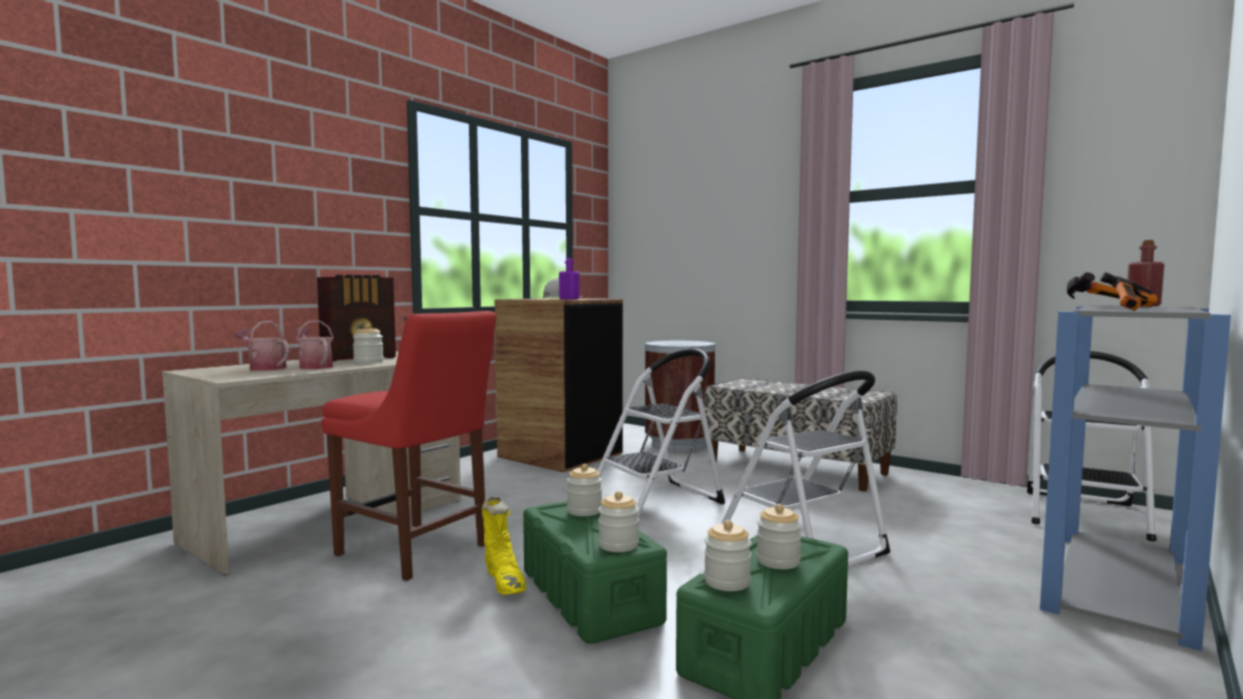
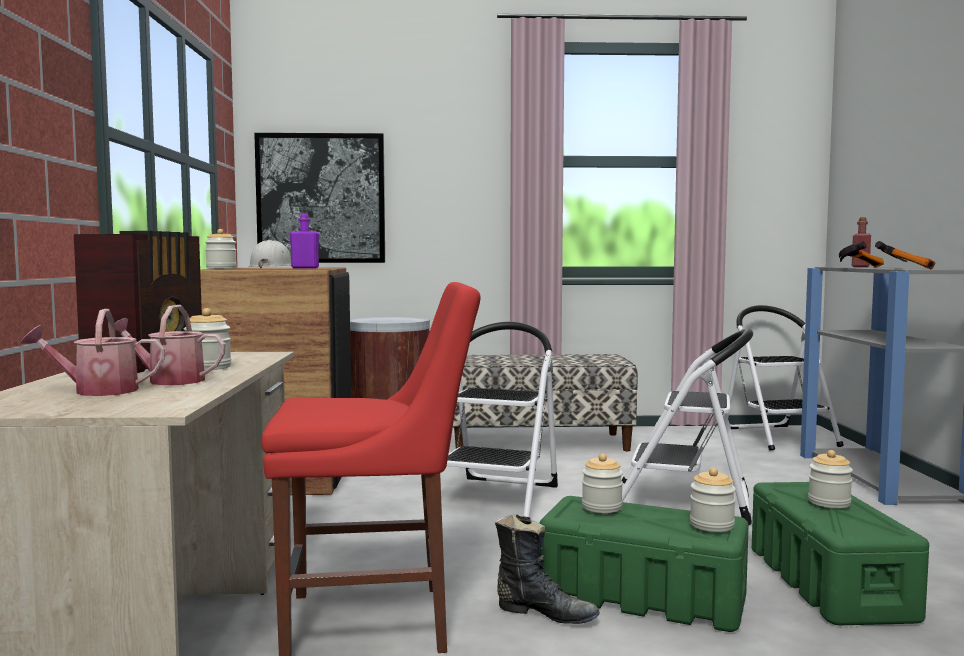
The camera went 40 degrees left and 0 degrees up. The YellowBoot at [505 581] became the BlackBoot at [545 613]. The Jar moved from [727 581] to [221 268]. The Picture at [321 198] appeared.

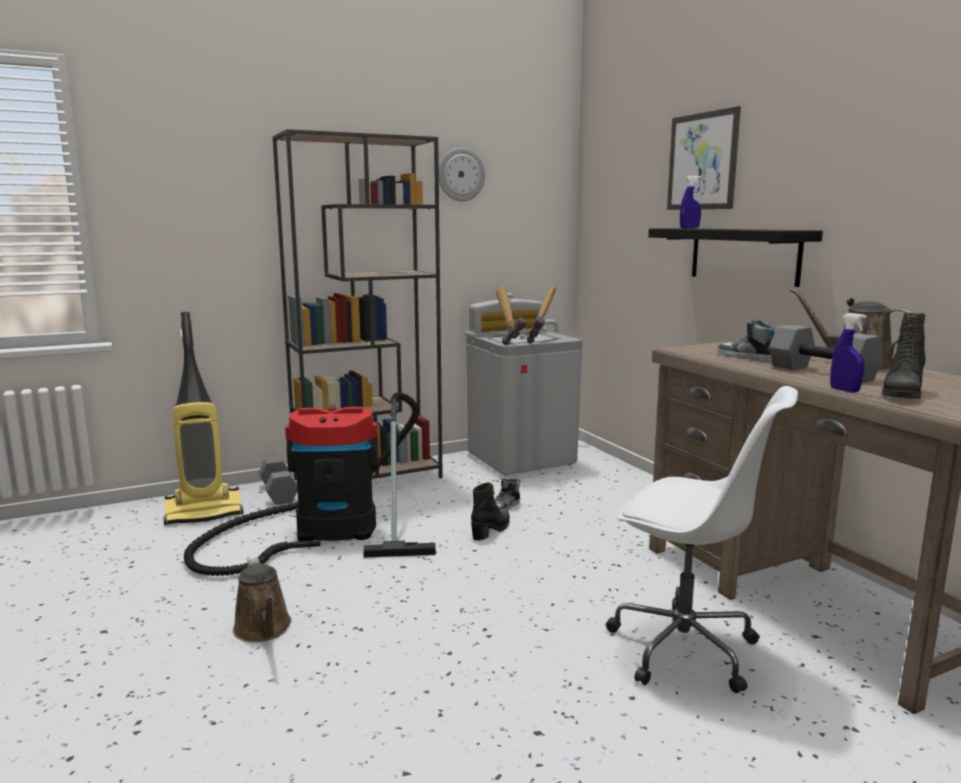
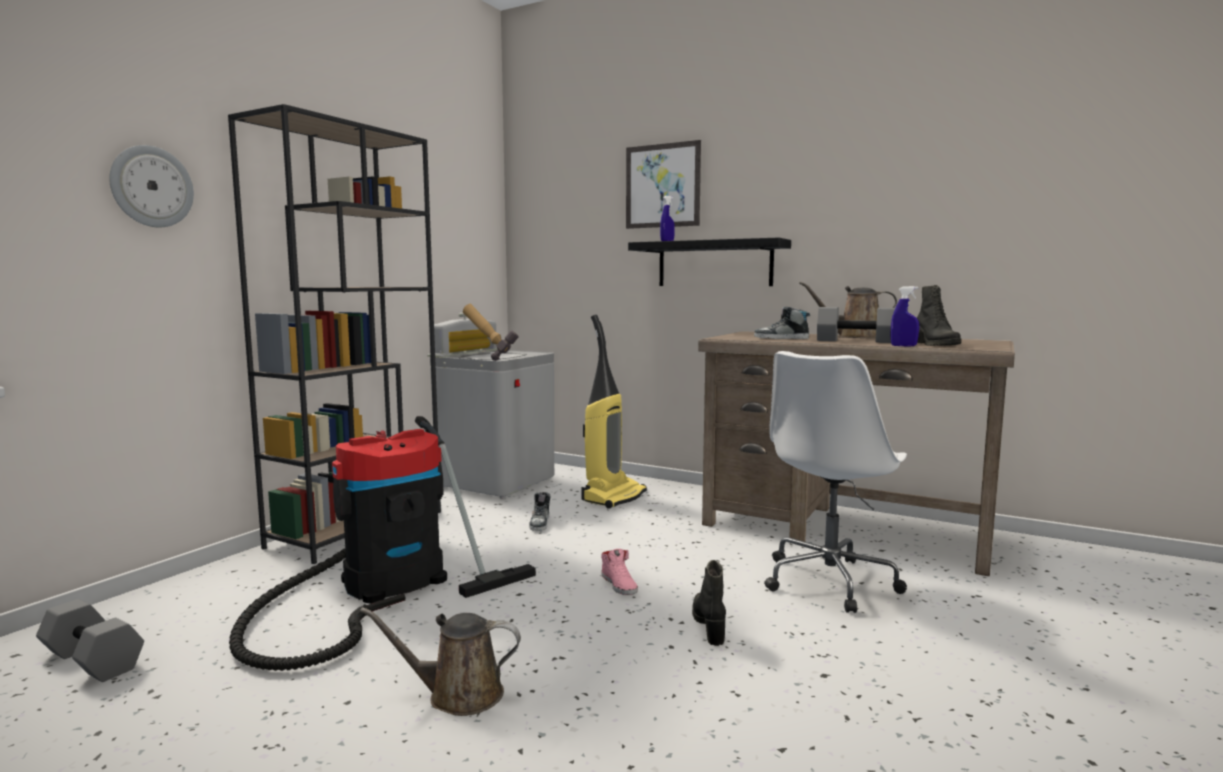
The camera went 35 degrees left and 5 degrees down. The VacuumCleaner moved from [204 512] to [613 496]. The BrownWateringCan at [263 629] turned 150 degrees clockwise. The GreyDumbbell moved from [277 493] to [89 661]. The WallClock moved from [461 174] to [151 187]. The BlackBoot moved from [491 530] to [710 625]. The Hammer at [544 340] disappeared. The WhiteOfficeChair at [687 650] turned 135 degrees clockwise. The PinkShoe at [619 584] appeared.

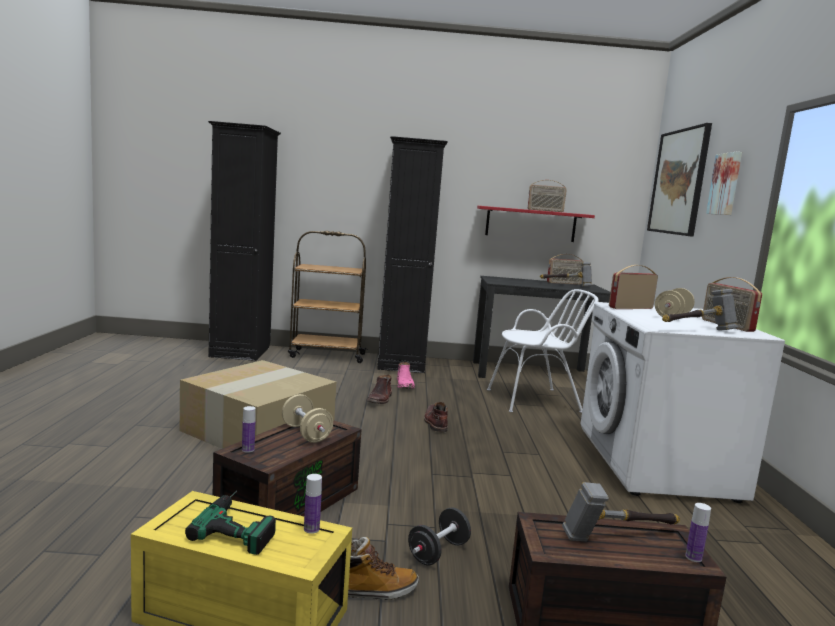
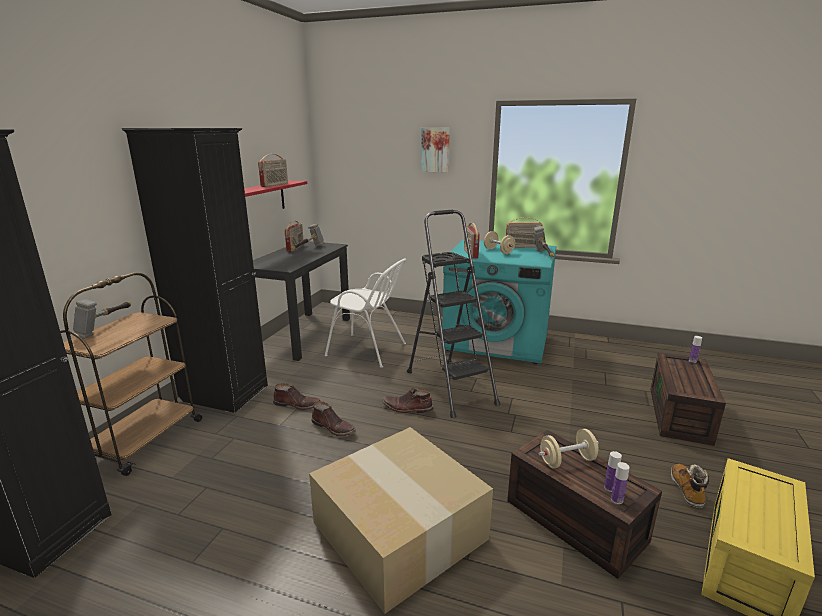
The camera went 70 degrees left and 10 degrees up. The PowerDrill at [241 524] disappeared. The Bottle moved from [311 529] to [609 488]. The PinkBoot at [405 385] became the BrownBoot at [297 404]. The BlackDumbbell at [438 552] disappeared. The WhiteChair at [537 400] turned 105 degrees clockwise. The Hammer moved from [618 537] to [106 326]. The WhiteWashingMachine at [653 466] became the TurquoiseWashingMachine at [496 345]. The Picture at [678 182] disappeared. The StepLadder at [449 386] appeared.

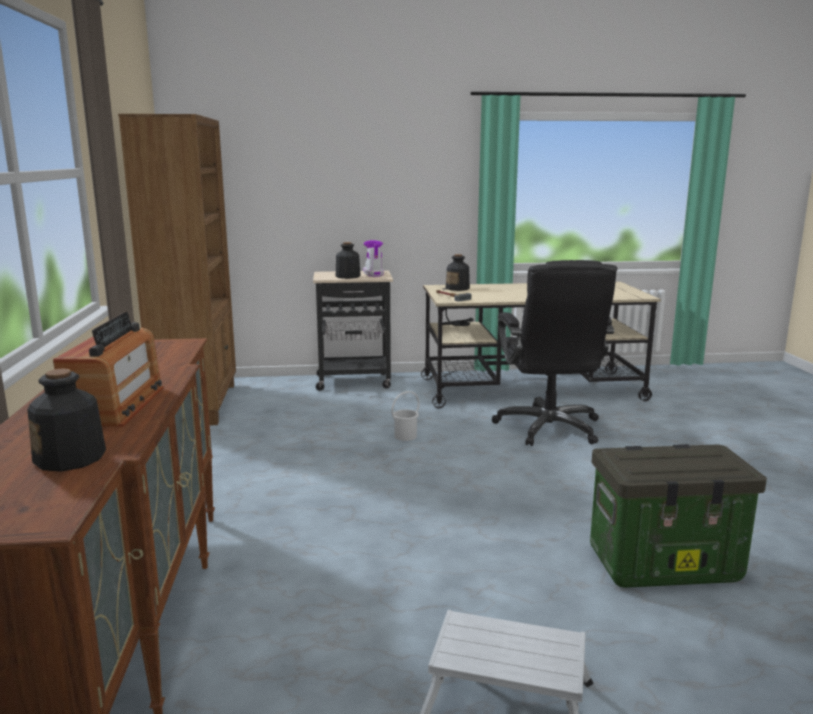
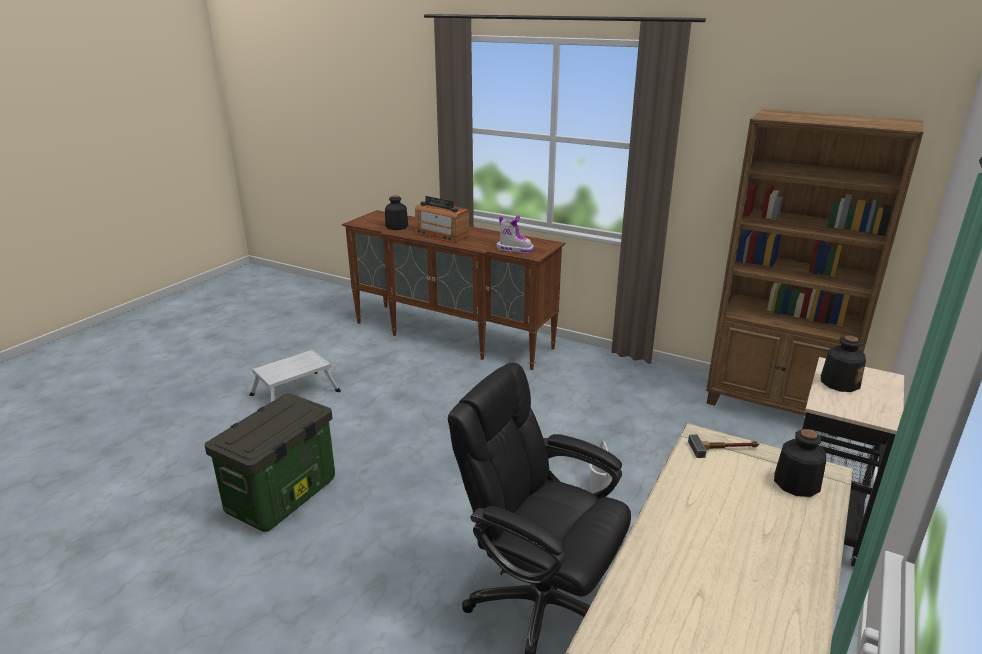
The camera went 125 degrees right and 10 degrees up. The Boot moved from [373 274] to [515 249].

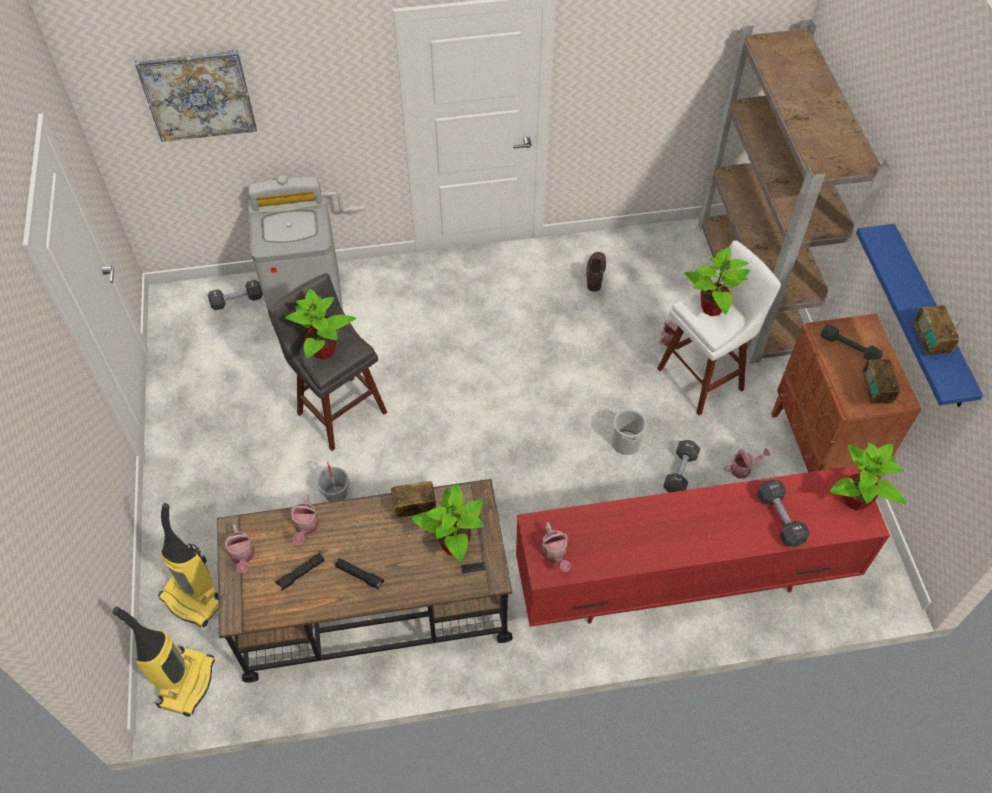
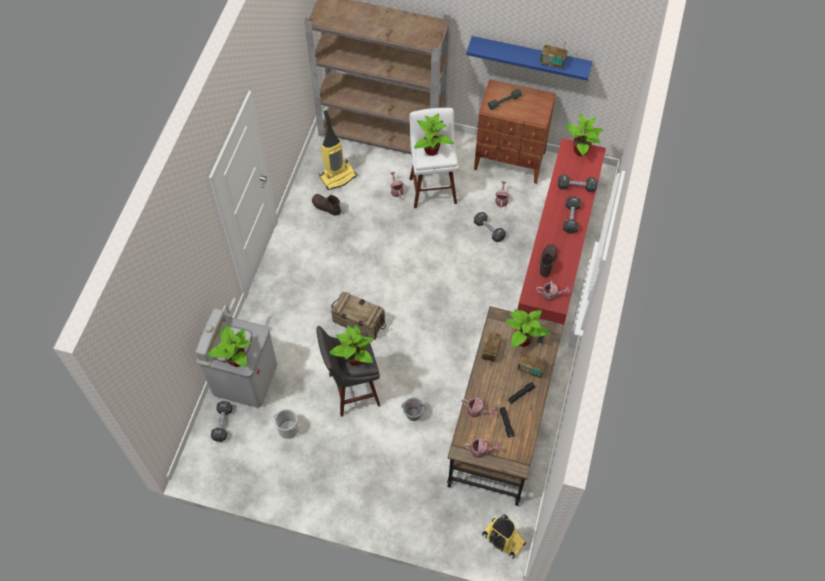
The camera went 65 degrees left and 5 degrees up. The Picture at [198 95] disappeared. The VacuumCleaner moved from [194 599] to [338 176]. The Bucket moved from [626 442] to [288 429]. The Radio moved from [875 391] to [531 369]. The PottedPlant at [236 359] appeared. The Crate at [358 322] appeared. The BrownBoot at [547 262] appeared. The BlackDumbbell at [571 218] appeared.

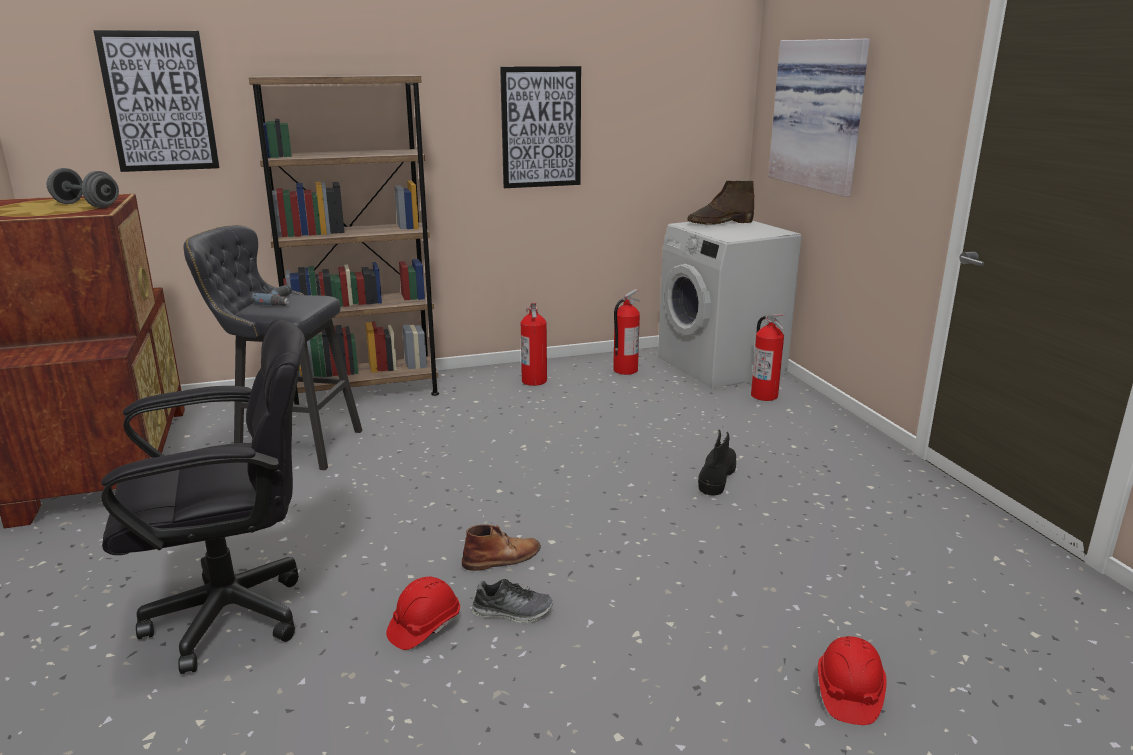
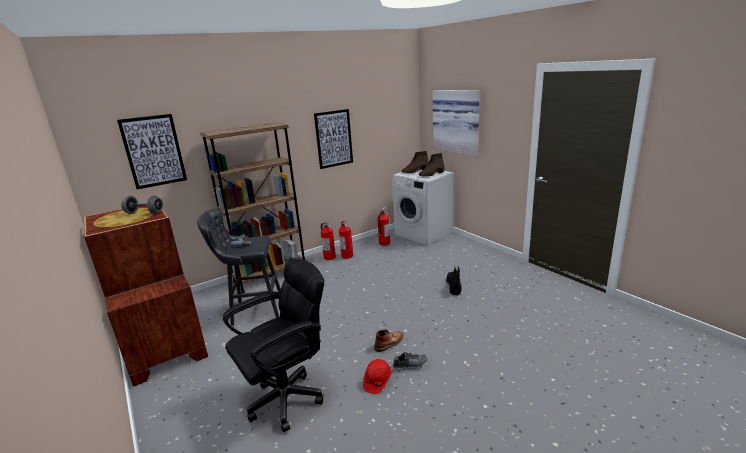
The camera went 15 degrees left and 0 degrees up. The FireExtinguisher moved from [764 395] to [329 257]. The RedHardHat at [848 693] disappeared. The BrownBoot at [431 174] appeared.

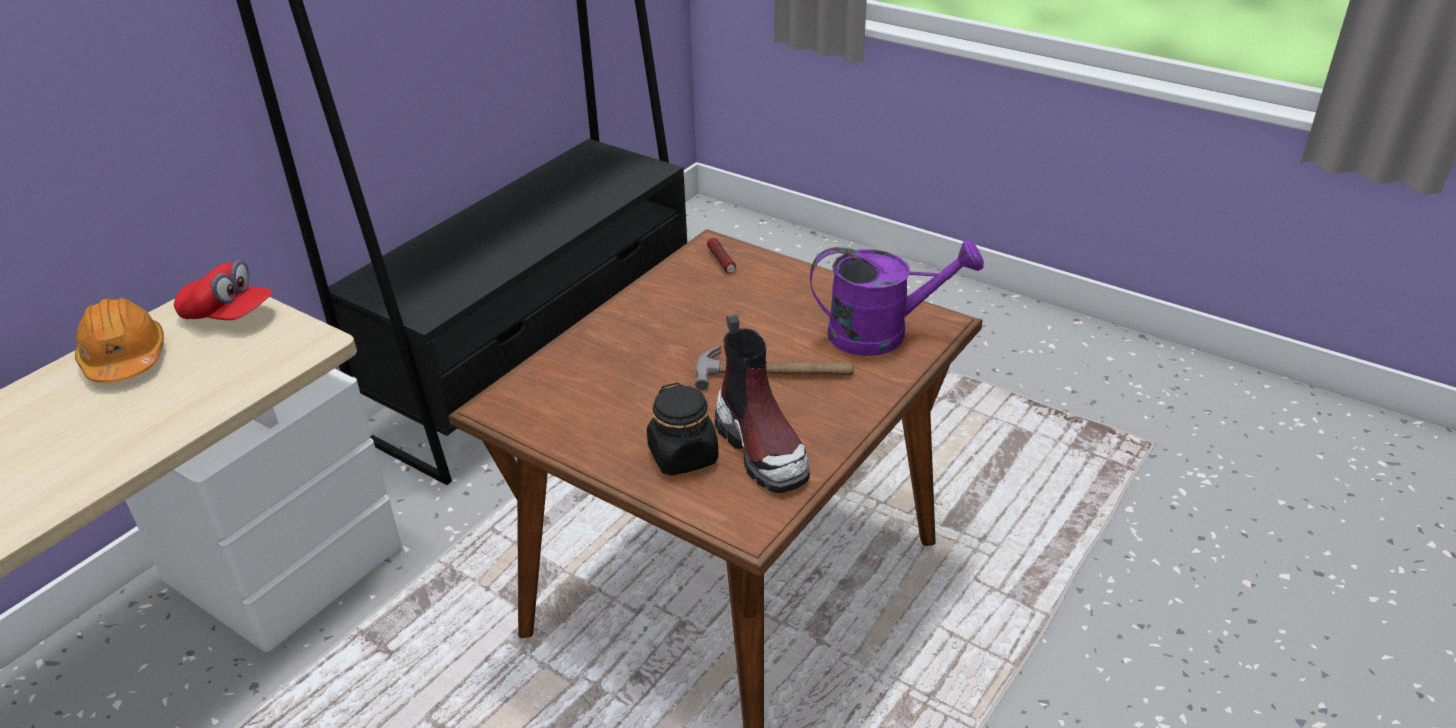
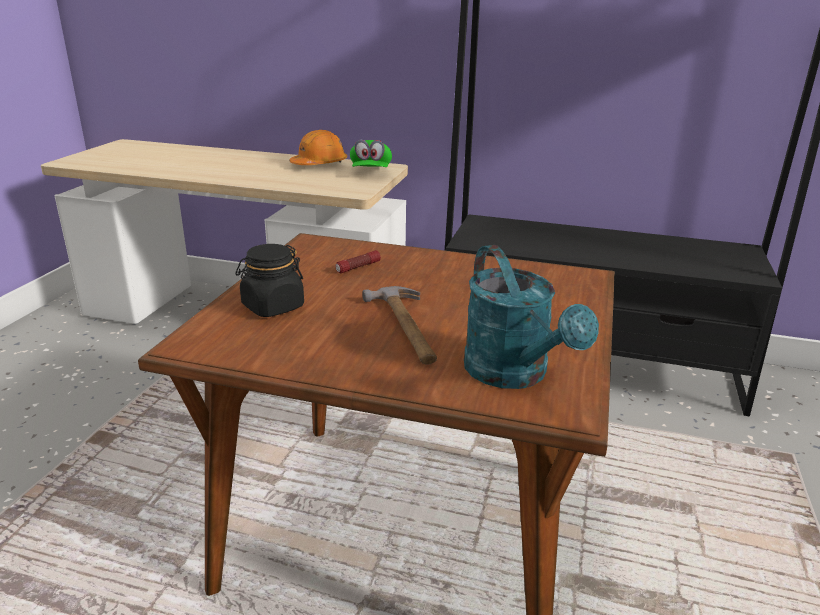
The camera went 70 degrees right and 10 degrees down. The RedCap at [229 315] became the GreenCap at [370 172]. The Flashlight moved from [721 261] to [358 267]. The Boot at [762 449] disappeared. The PurpleWateringCan at [882 333] became the TurquoiseWateringCan at [514 375].

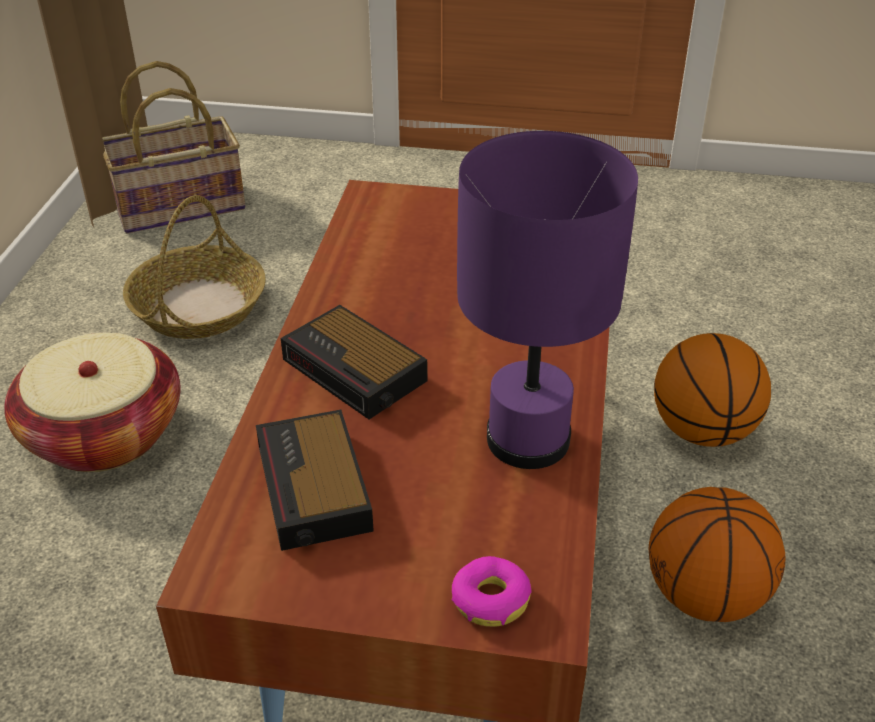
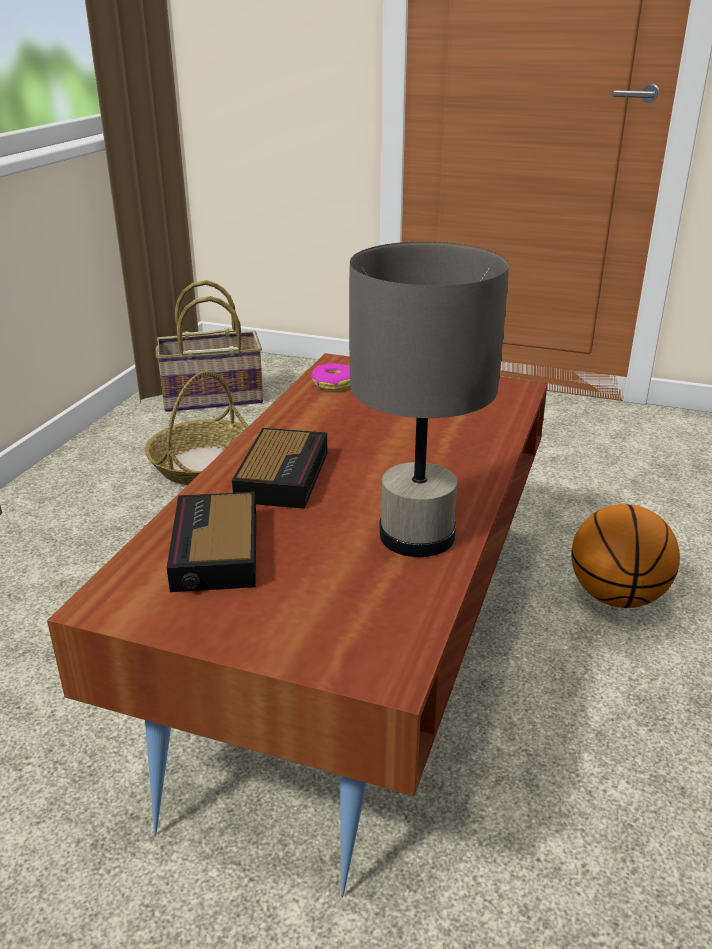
The camera went 10 degrees right and 10 degrees down. The Basket at [104 434] disappeared. The AlarmClock at [356 371] turned 135 degrees counterclockwise. The Donut moved from [490 599] to [333 383]. The PurpleTableLamp at [526 440] became the GreyTableLamp at [415 535]. The Basketball at [705 596] disappeared.

